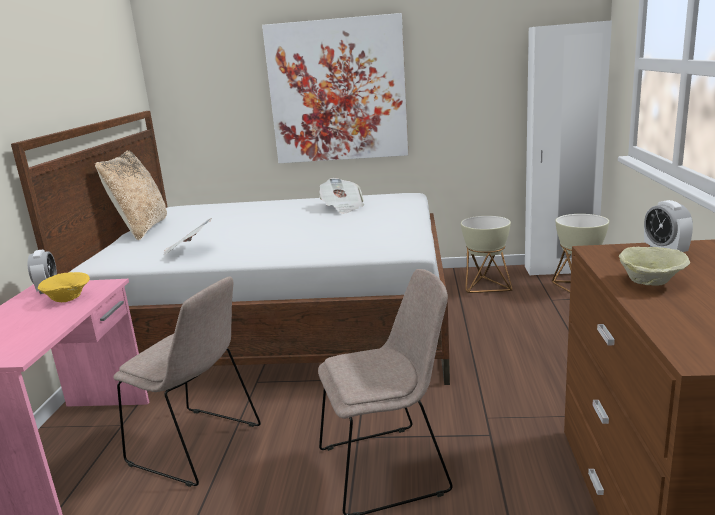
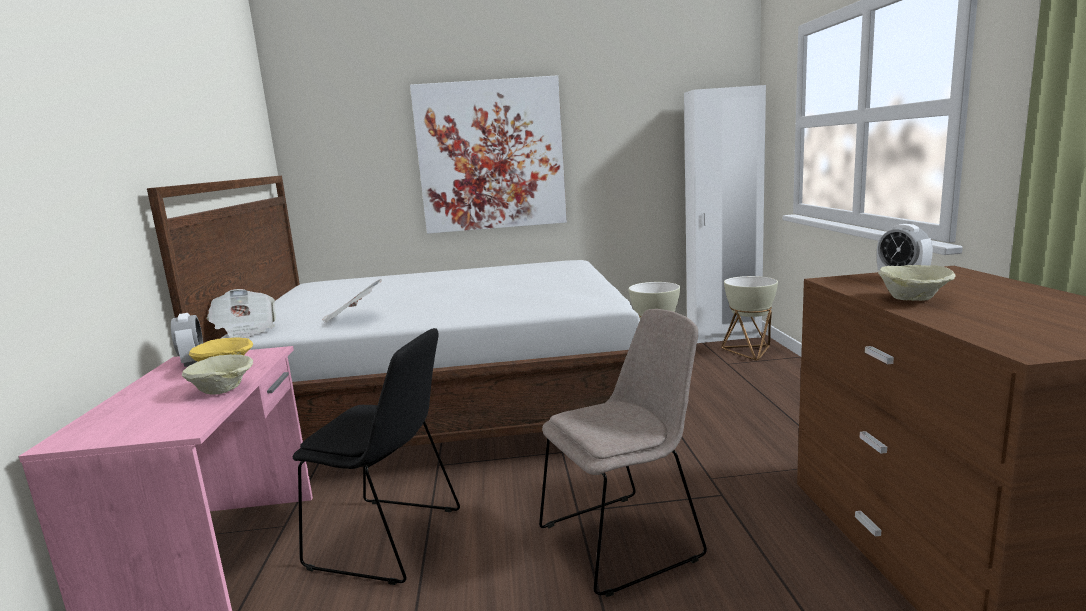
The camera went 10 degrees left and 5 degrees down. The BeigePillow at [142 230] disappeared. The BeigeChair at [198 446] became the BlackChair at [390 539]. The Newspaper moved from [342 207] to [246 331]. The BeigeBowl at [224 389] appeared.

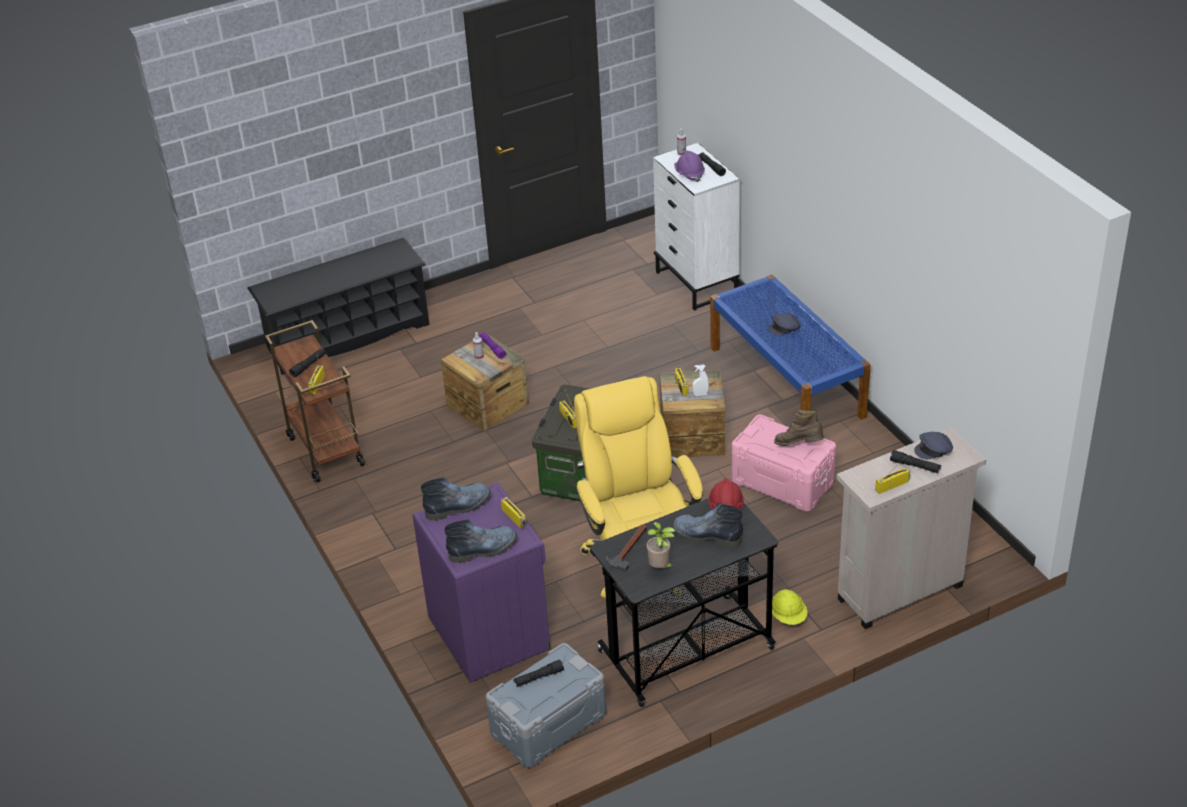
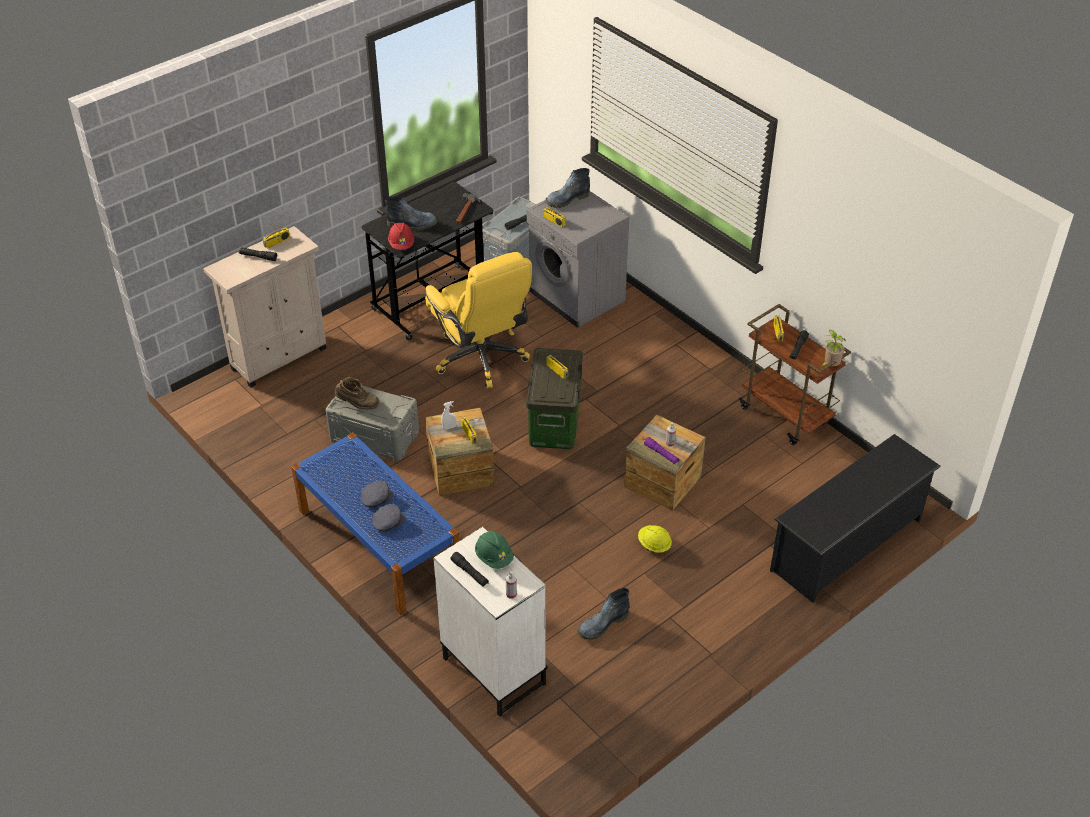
The camera went 165 degrees right and 5 degrees up. The PurpleWashingMachine at [491 632] became the GreyWashingMachine at [575 297]. The Boot moved from [459 506] to [602 625]. The PottedPlant moved from [660 567] to [830 366]. The PurpleHardHat at [689 174] became the GreenHardHat at [494 557]. The PinkStorageBox at [782 482] became the GreyStorageBox at [375 436]. The YellowHardHat moved from [788 617] to [654 545]. The GreyCap moved from [934 450] to [388 522].

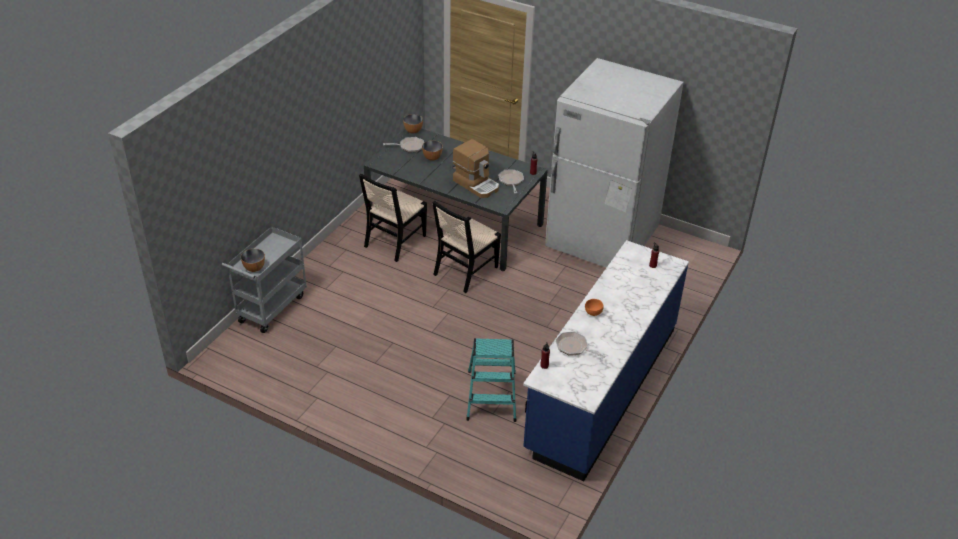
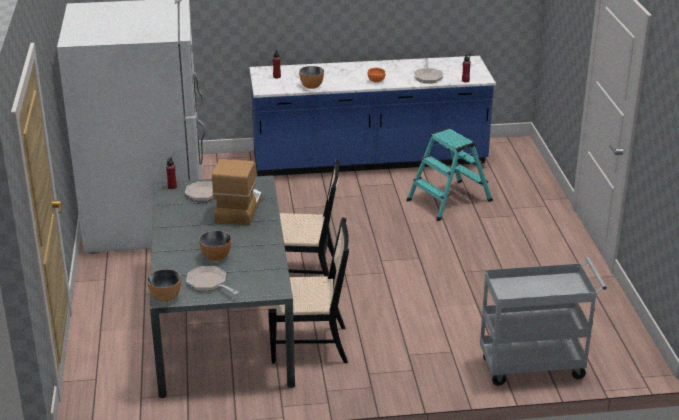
The camera went 125 degrees left and 10 degrees down. The Bowl moved from [254 268] to [312 86].

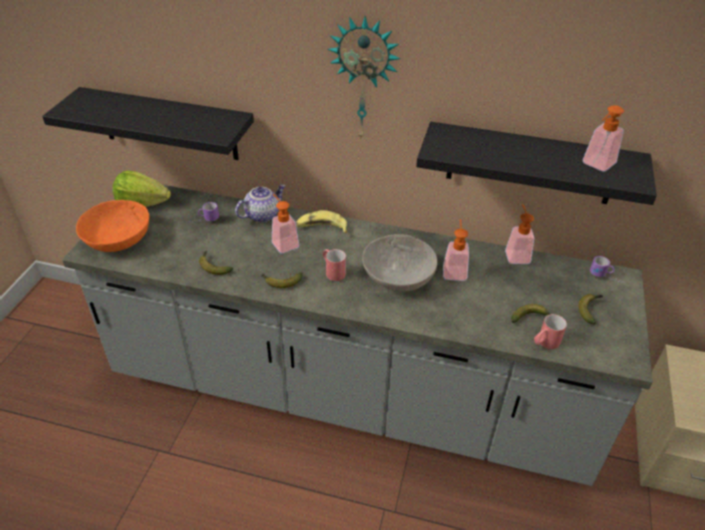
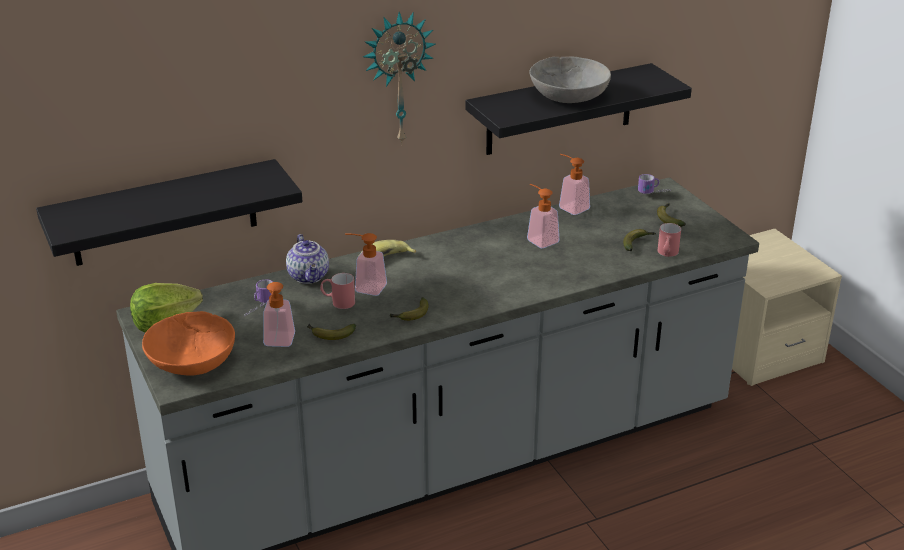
The camera went 40 degrees left and 10 degrees down. The Teapot at [262 215] turned 150 degrees clockwise. The RedMug moved from [332 271] to [338 302]. The GreyBowl moved from [397 276] to [568 96]. The SoapDispenser moved from [595 165] to [278 343].

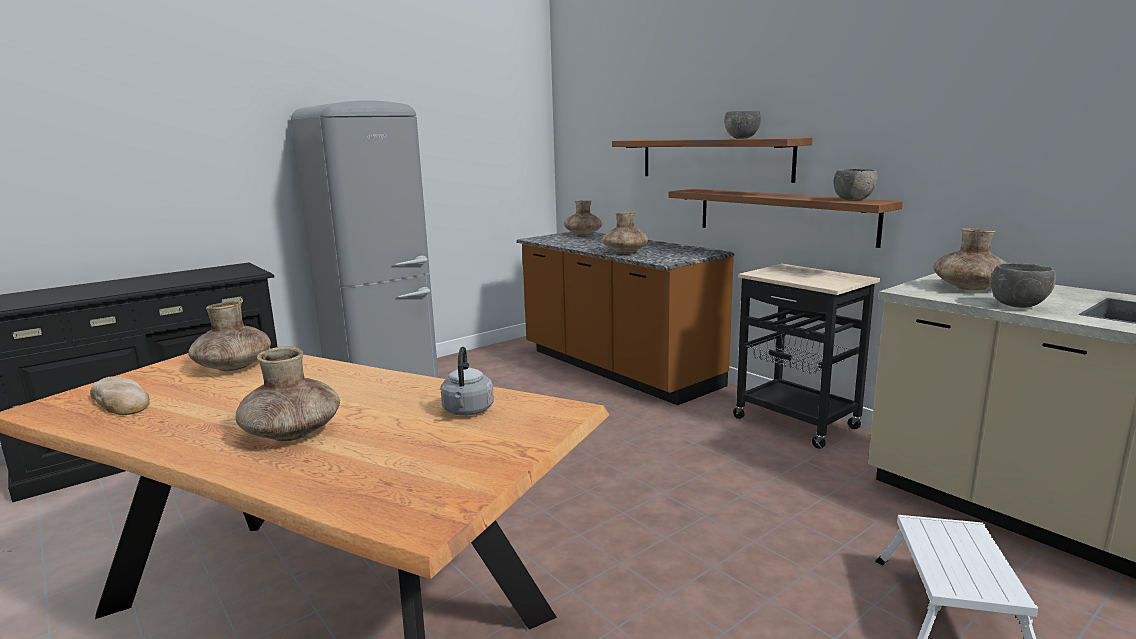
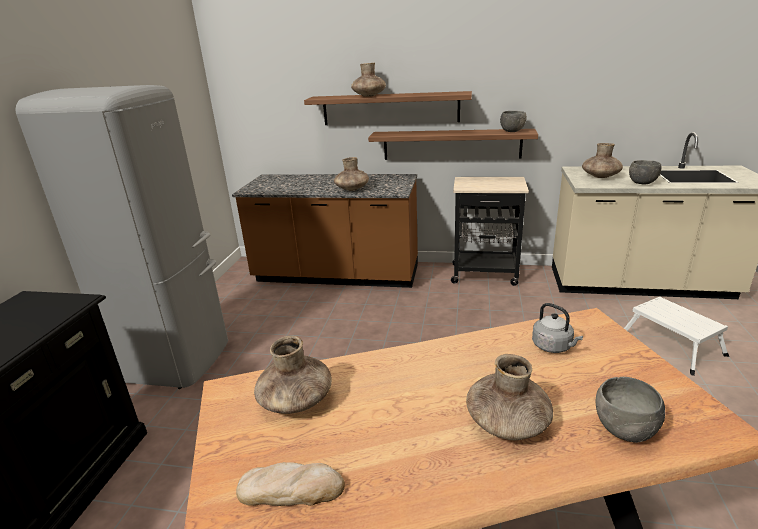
The camera went 40 degrees left and 10 degrees up. The BrownVase moved from [583 234] to [369 96]. The GreyBowl moved from [741 138] to [623 430].

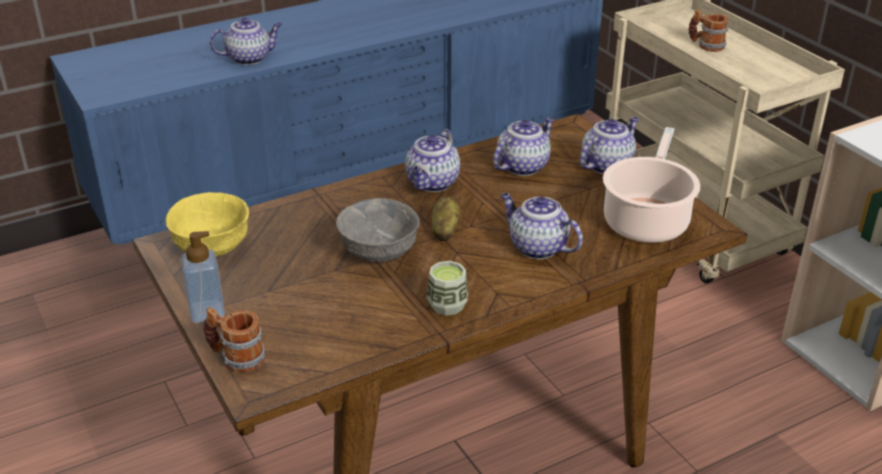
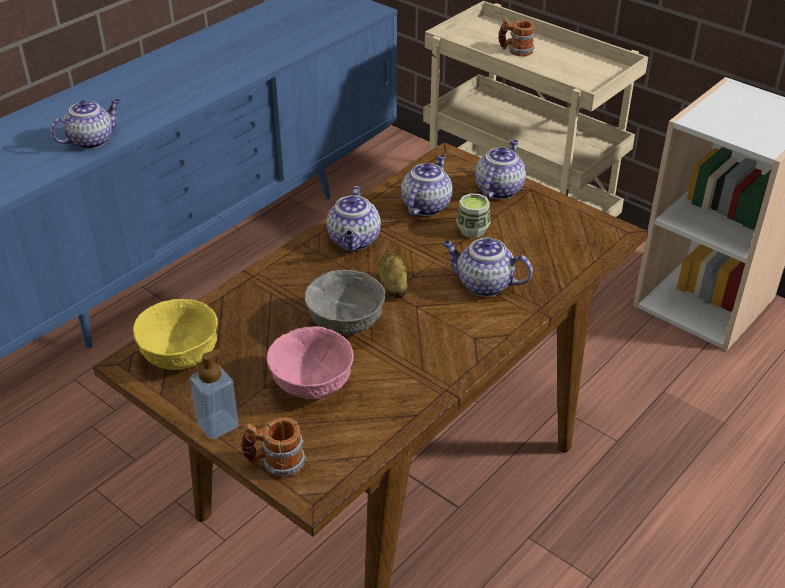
The camera went 20 degrees left and 5 degrees up. The Cup moved from [447 305] to [472 230]. The CookingPot at [647 220] disappeared. The PinkBowl at [311 383] appeared.

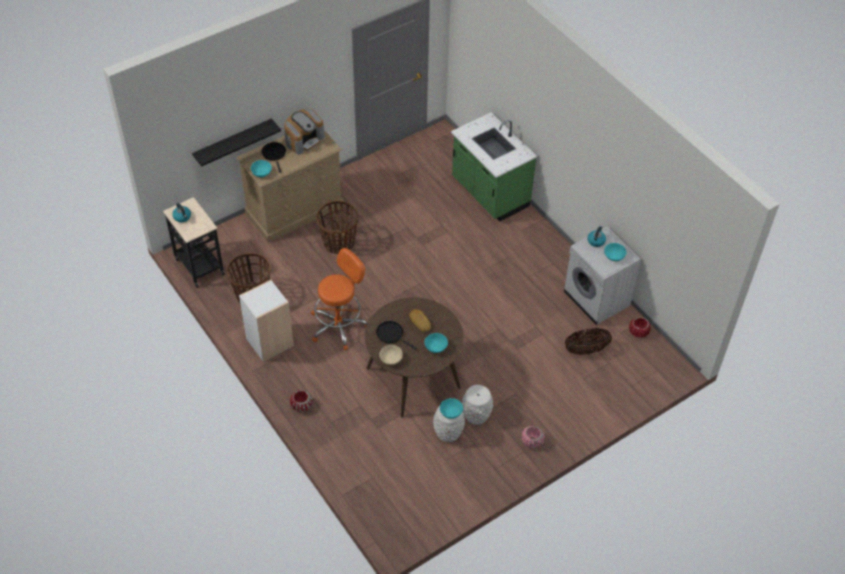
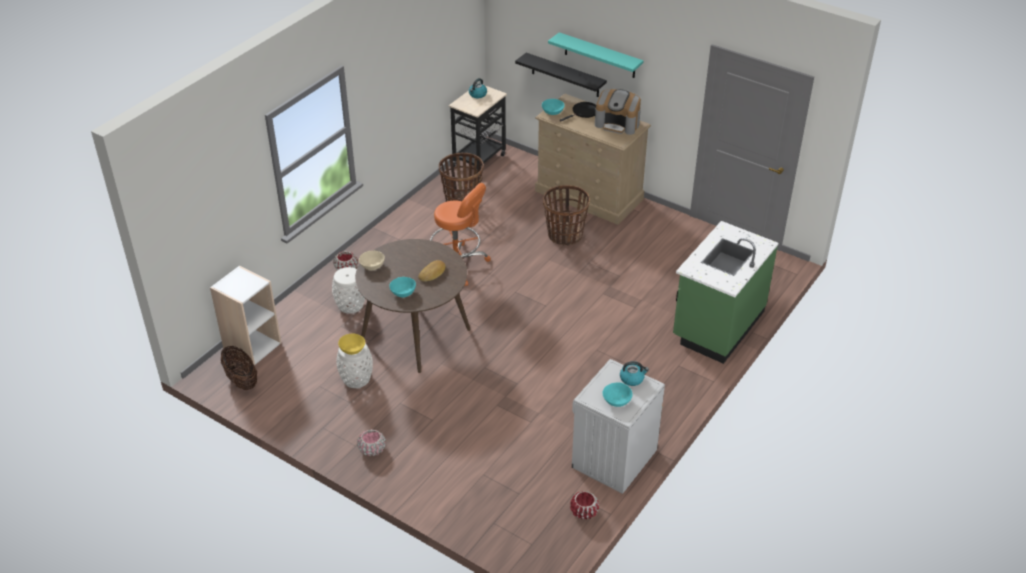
The camera went 70 degrees right and 10 degrees down. The Bookcase moved from [269 342] to [253 346]. The BlackFryingPan at [391 334] disappeared. The TurquoiseBowl at [450 412] became the YellowBowl at [352 349]. The WhiteStool moved from [476 415] to [350 305]. The Basket moved from [586 350] to [241 380]. The TurquoiseShelf at [600 56] appeared.

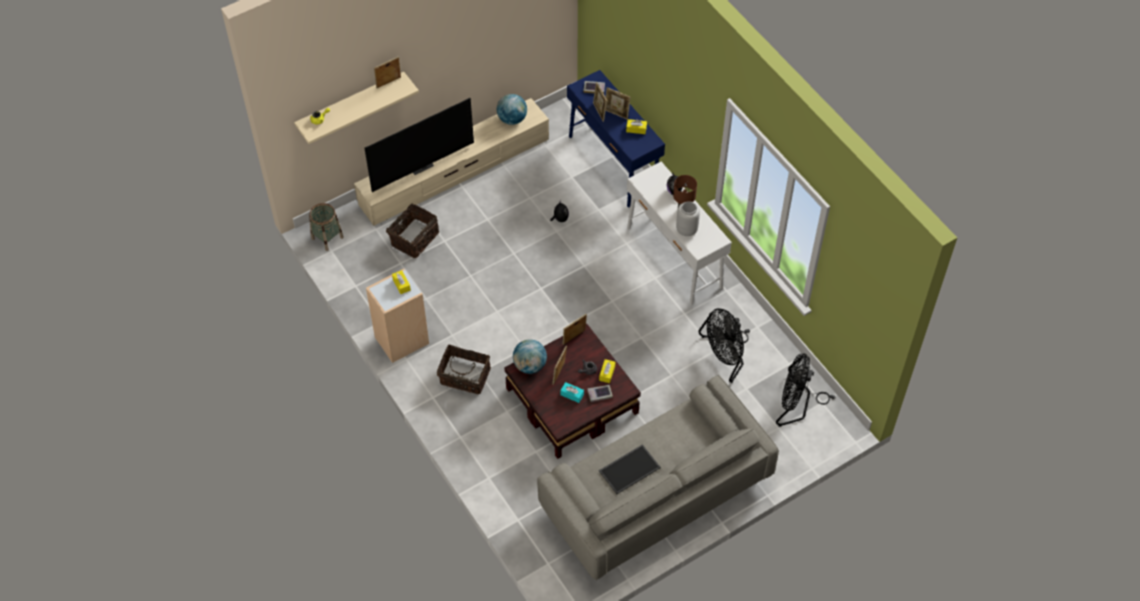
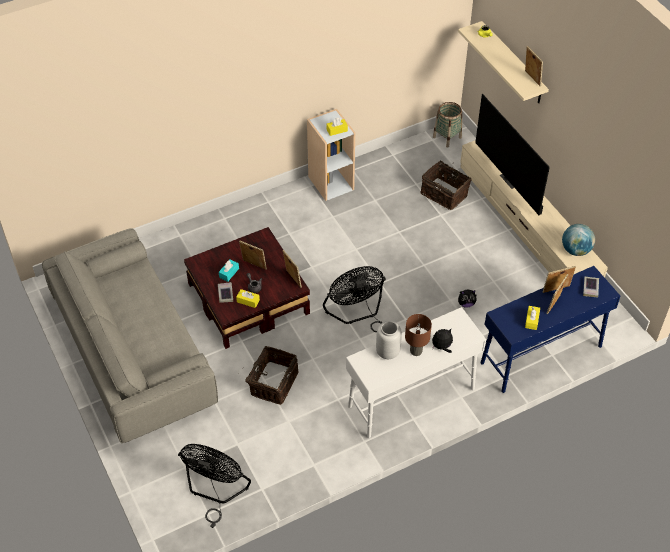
The camera went 95 degrees right and 5 degrees down. The Basket moved from [464 377] to [272 383]. The Globe at [530 365] disappeared. The Tray at [629 468] disappeared. The BlackFan moved from [726 353] to [360 312].

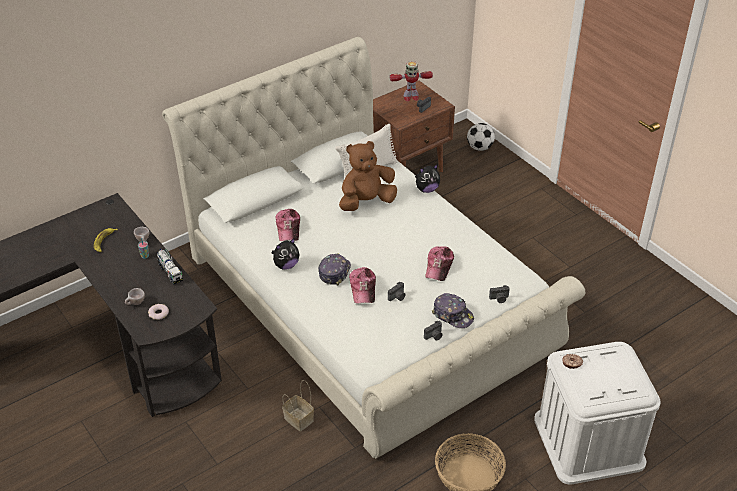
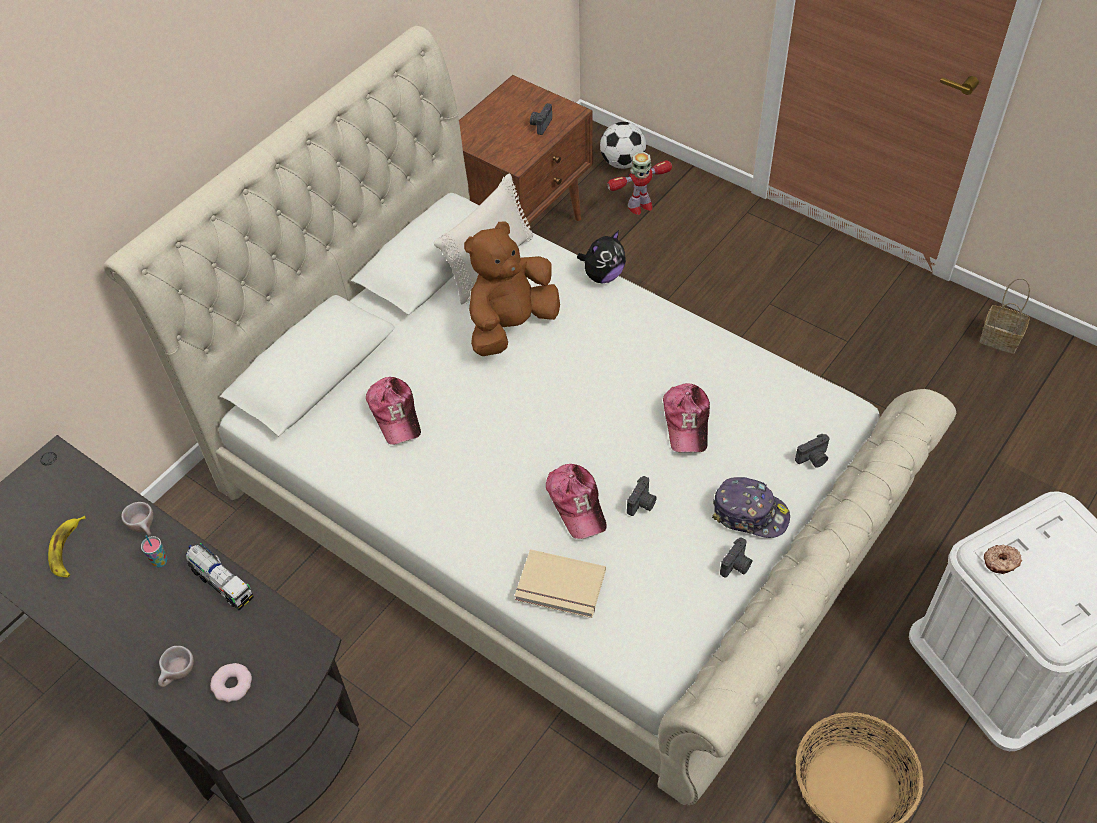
The camera went 15 degrees left and 10 degrees up. The PlushToy at [286 265] disappeared. The Basket moved from [297 419] to [998 339]. The Cap at [334 272] disappeared. The ToyRobot moved from [410 97] to [639 206]. The BeigeBook at [560 587] appeared.

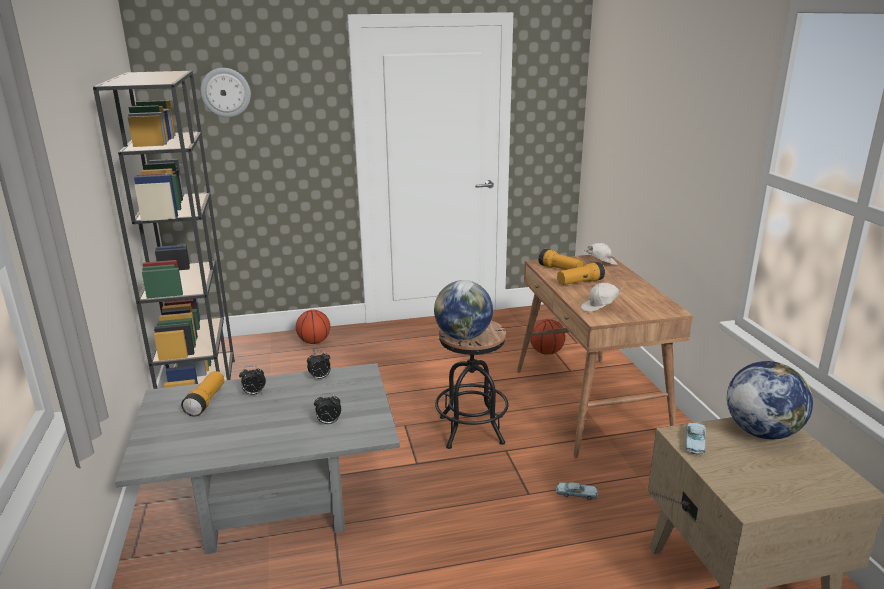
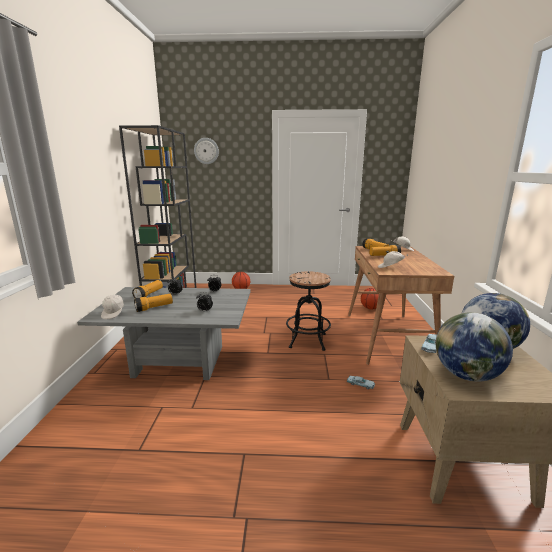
The camera went 15 degrees right and 5 degrees down. The Globe moved from [463 336] to [466 375]. The WhiteCap at [114 313] appeared. The Flashlight at [154 308] appeared.

